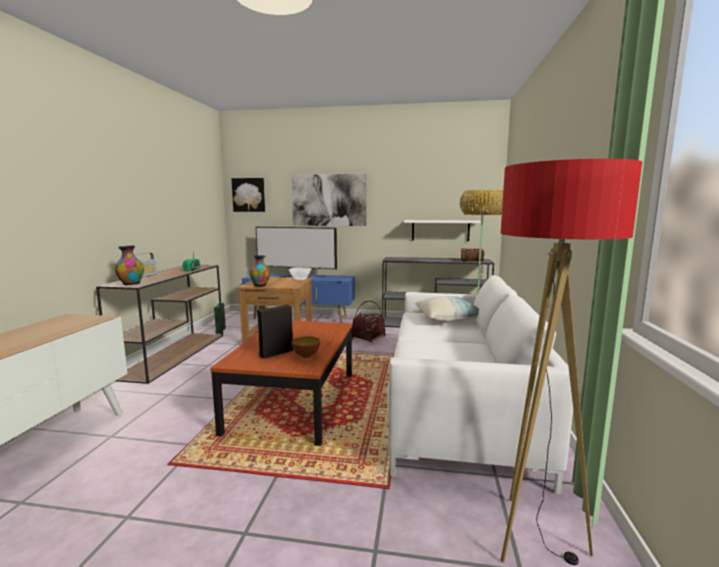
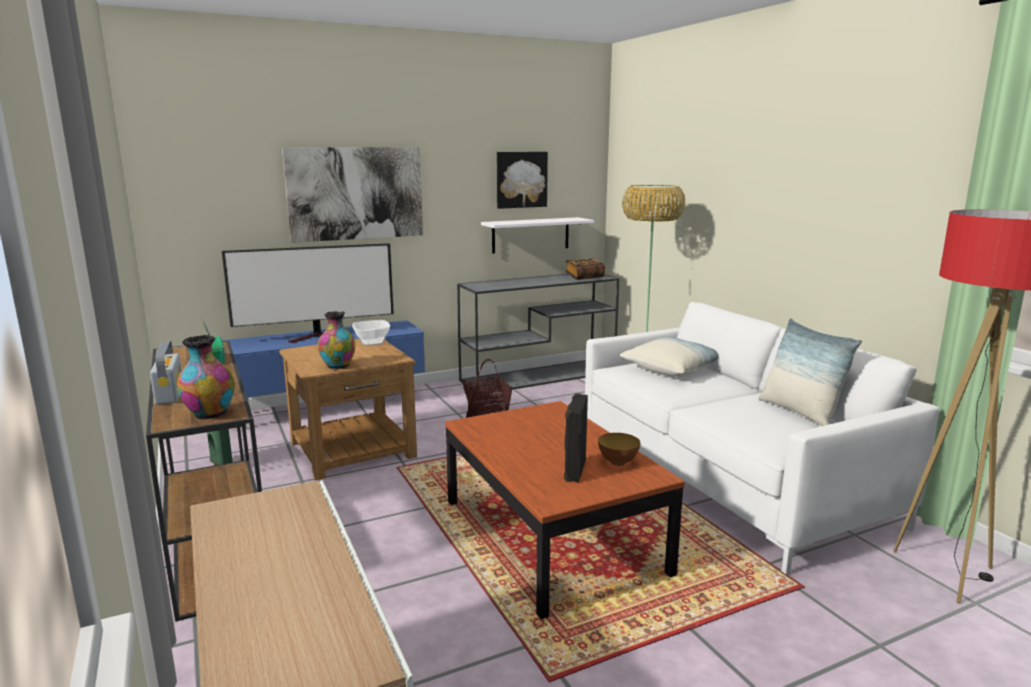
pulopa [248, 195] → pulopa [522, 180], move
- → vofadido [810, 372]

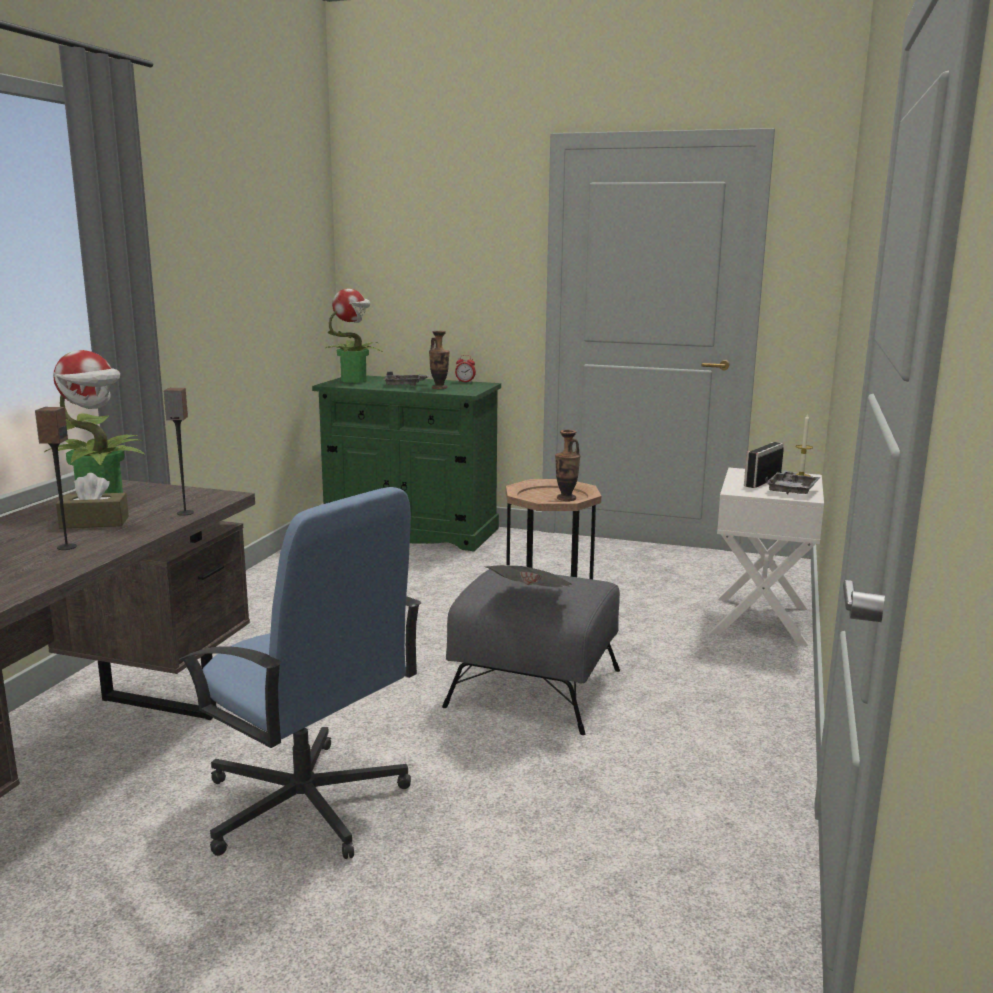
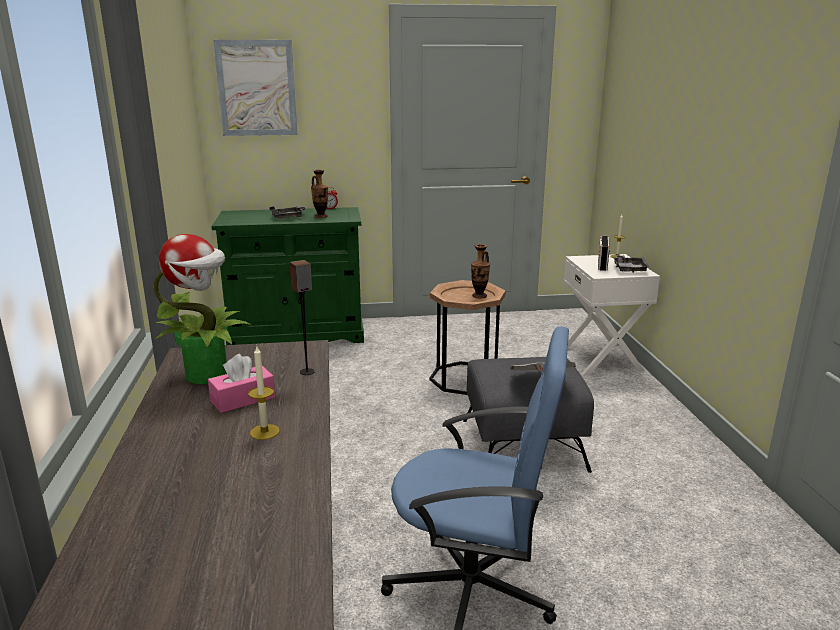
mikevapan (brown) [92, 501] → mikevapan (pink) [241, 383]
- → pulopa [255, 88]
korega [56, 478] → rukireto [264, 393]
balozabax [353, 336] → -

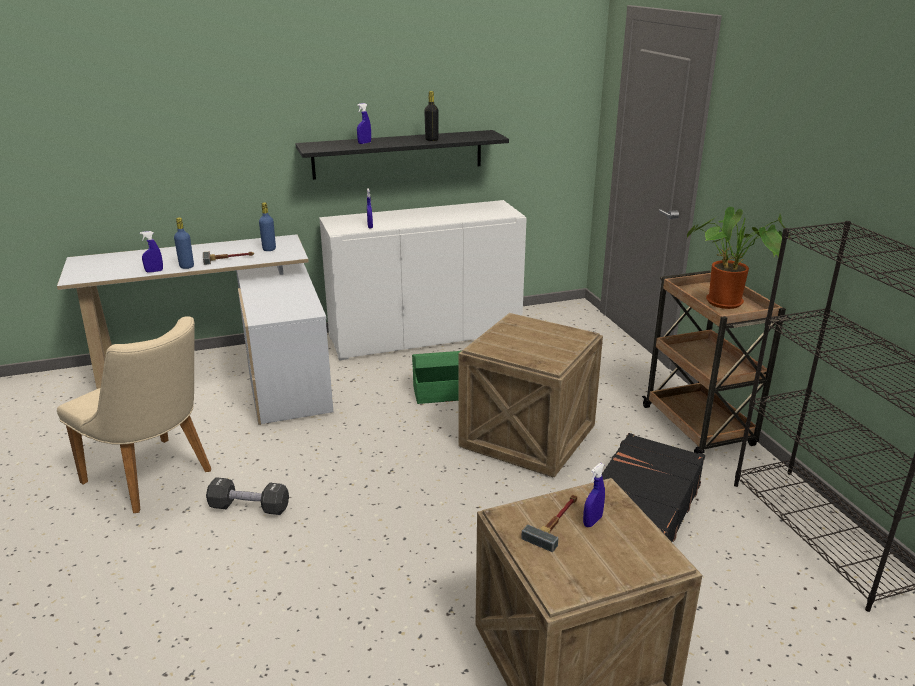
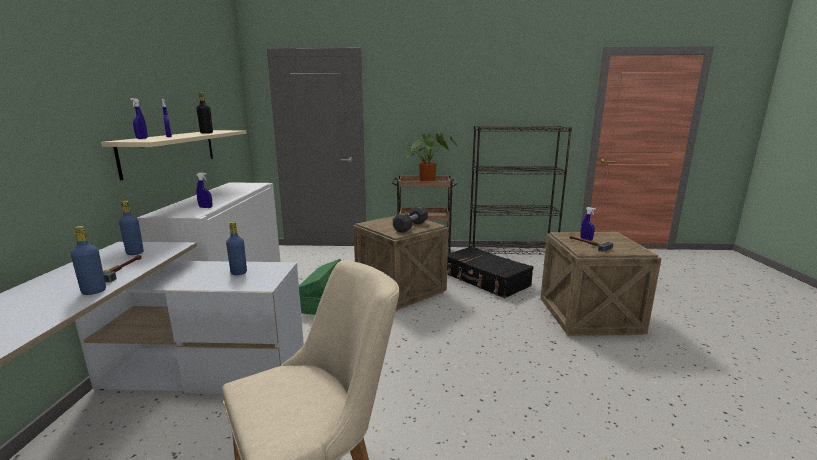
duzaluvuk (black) [402, 155] → duzaluvuk (beige) [174, 155]
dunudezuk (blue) [151, 252] → dunudezuk (blue) [139, 118], move
- → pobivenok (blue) [236, 248]
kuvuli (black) [247, 496] → kuvuli (black) [410, 219], move

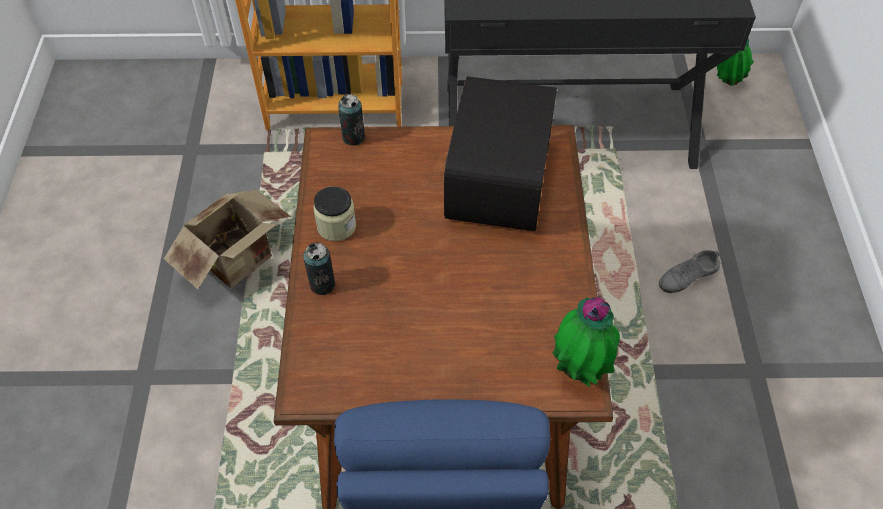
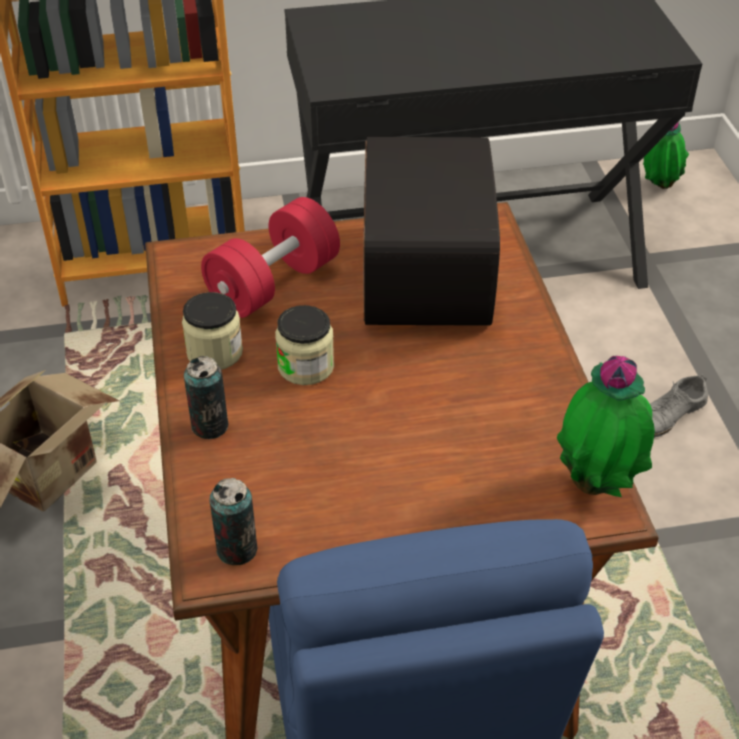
- → kuvuli (red) [270, 257]
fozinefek [351, 120] → fozinefek [233, 521], move
- → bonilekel [304, 345]

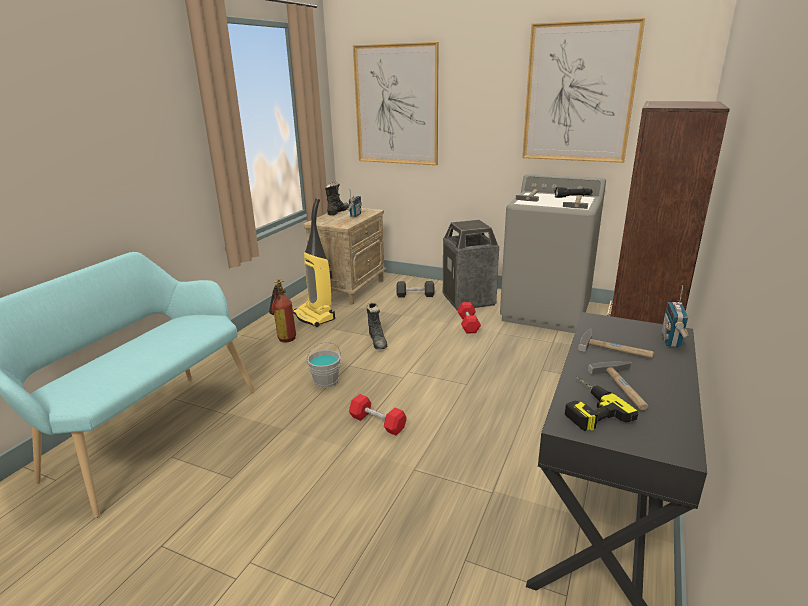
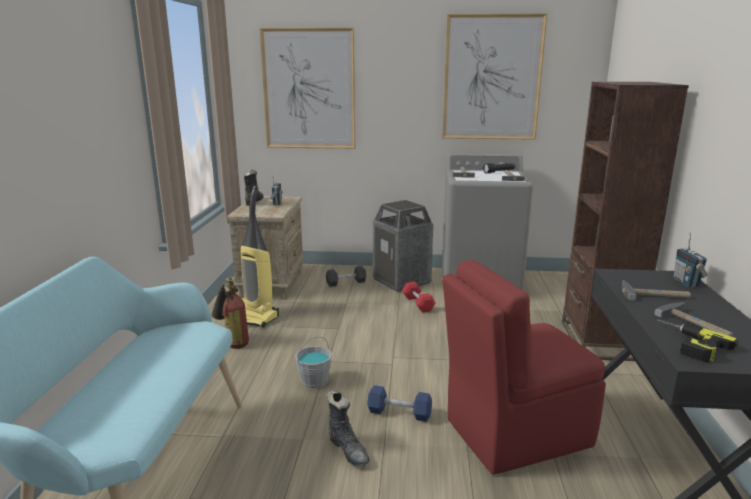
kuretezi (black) [377, 326] → kuretezi (black) [348, 428], move
kuvuli (red) [378, 415] → kuvuli (blue) [399, 403]
- → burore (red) [524, 367]

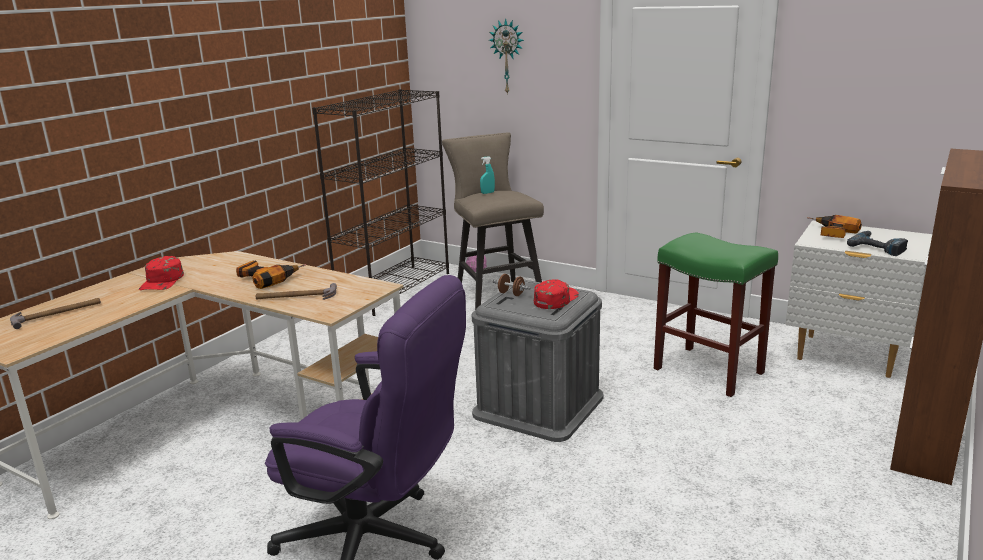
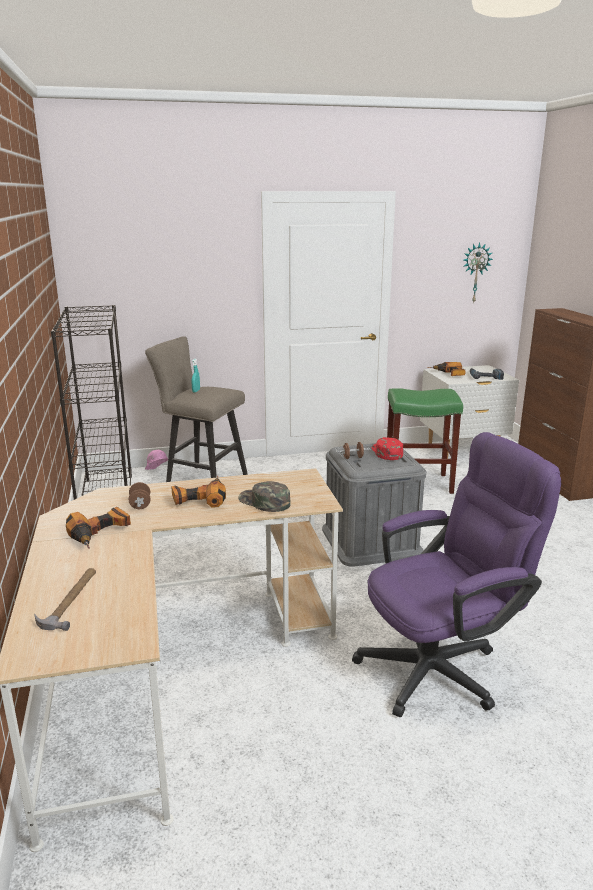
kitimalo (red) [161, 273] → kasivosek [98, 528]
- → kuvuli (brown) [140, 495]
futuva [296, 291] → kitimalo (green) [264, 496]
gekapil [506, 56] → gekapil [478, 273], move

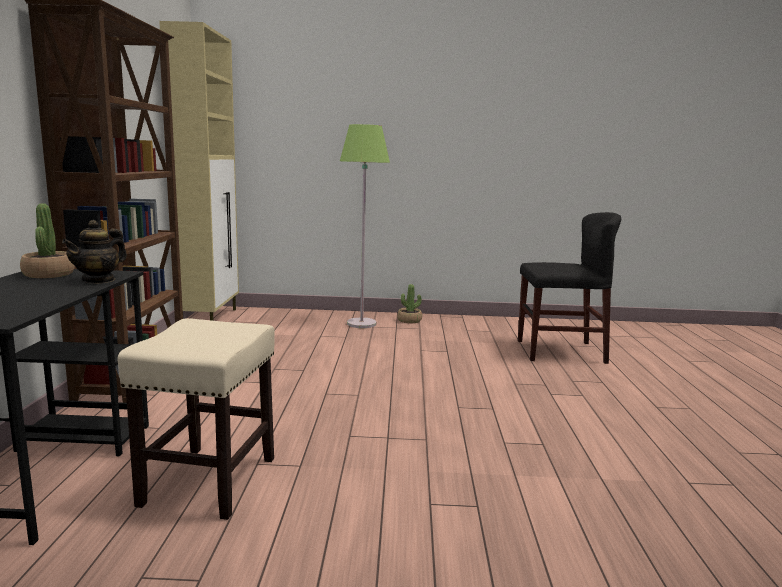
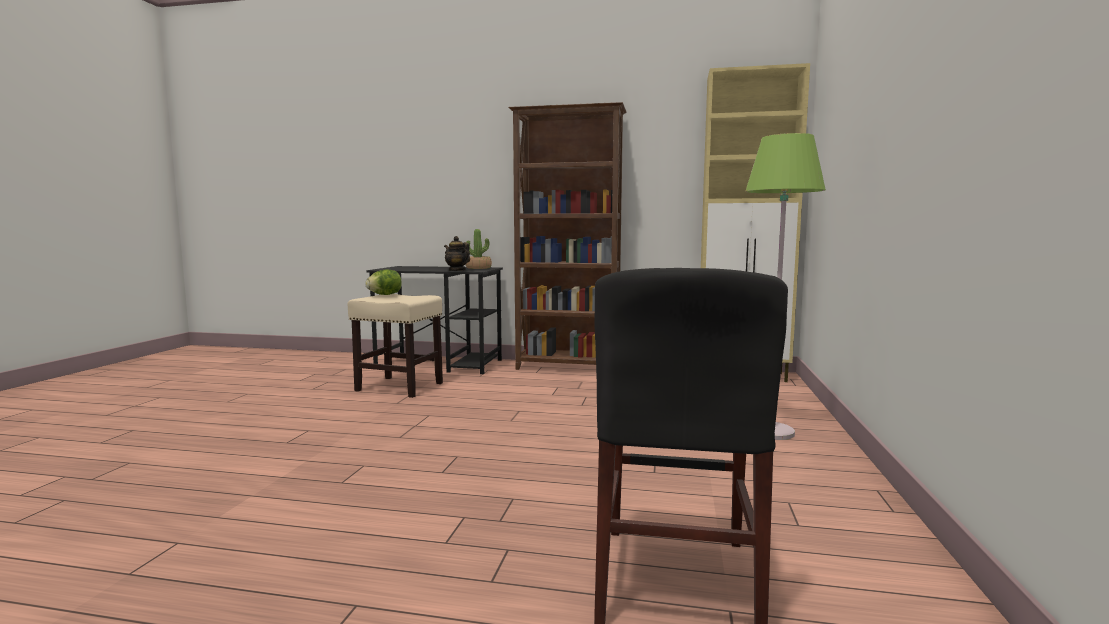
- → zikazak [383, 282]
balozabax [409, 303] → -

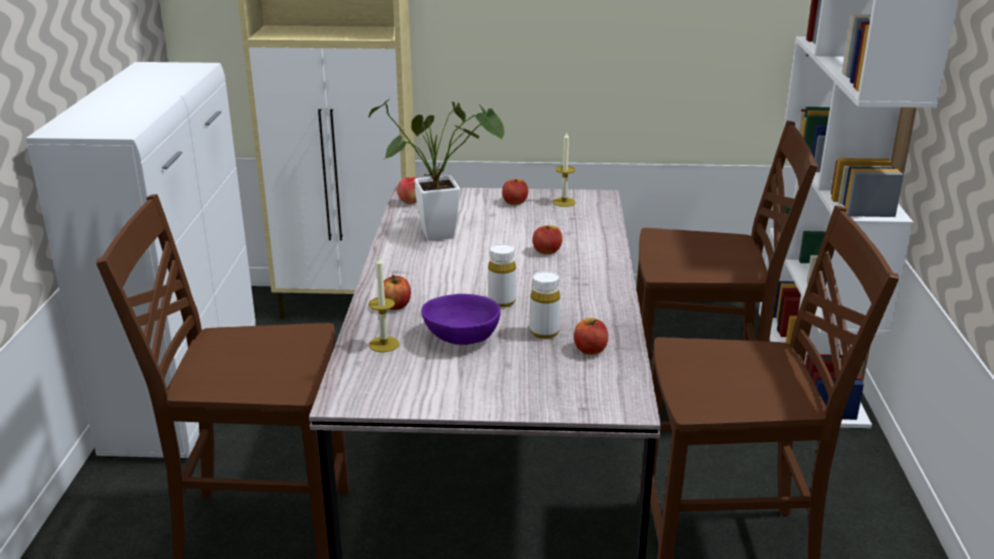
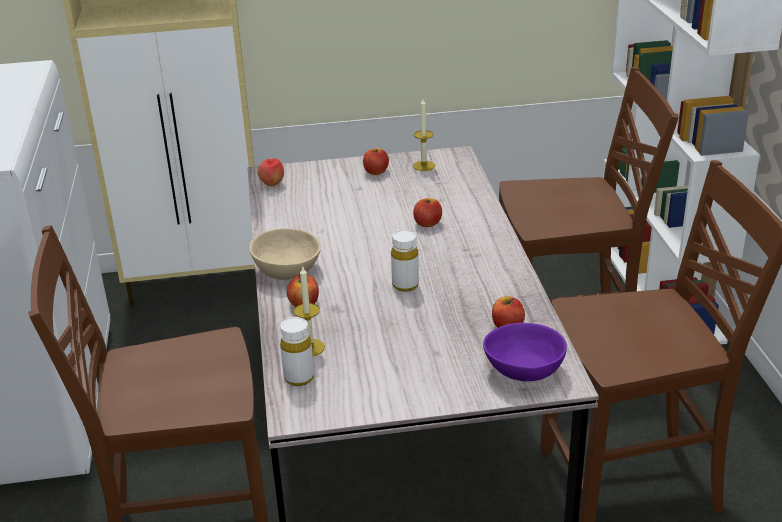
- → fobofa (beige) [285, 254]
pobivenok (white) [545, 305] → pobivenok (white) [297, 351], move
fobofa (purple) [461, 319] → fobofa (purple) [525, 352], move
balozabax [436, 170] → -

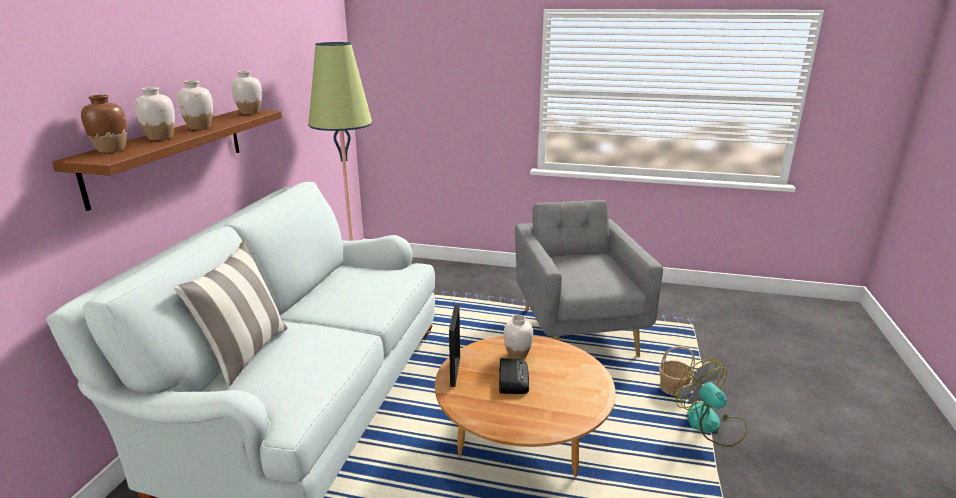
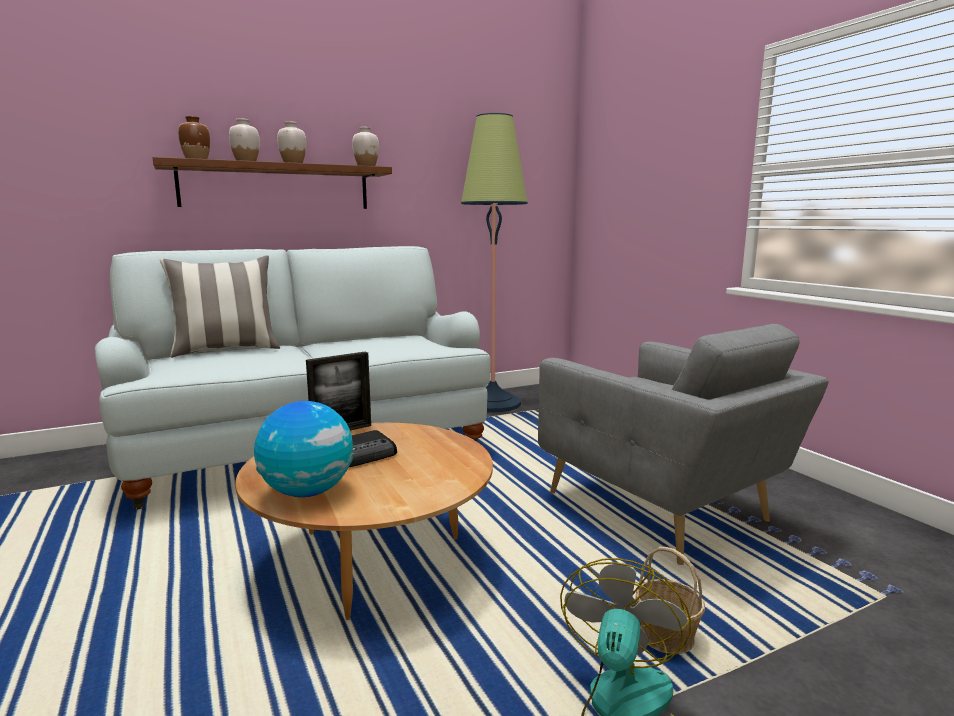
- → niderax [303, 449]
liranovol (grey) [589, 278] → liranovol (grey) [683, 444], 105 degrees clockwise
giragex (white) [518, 337] → -

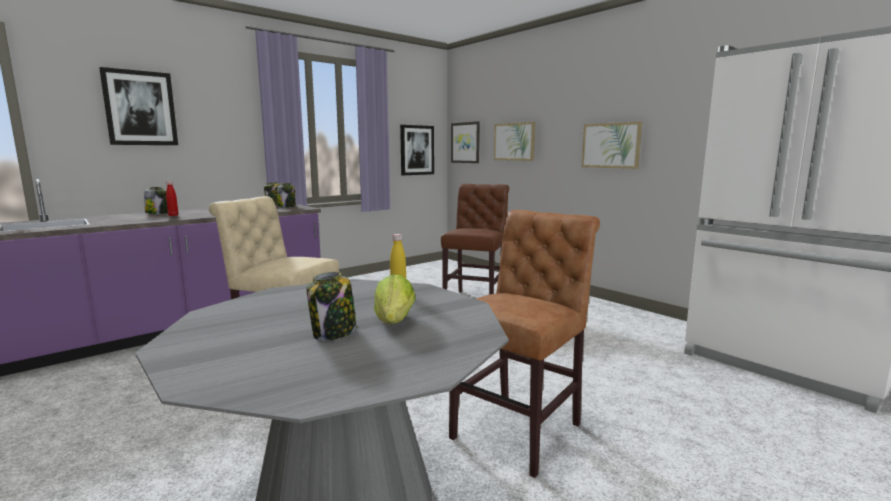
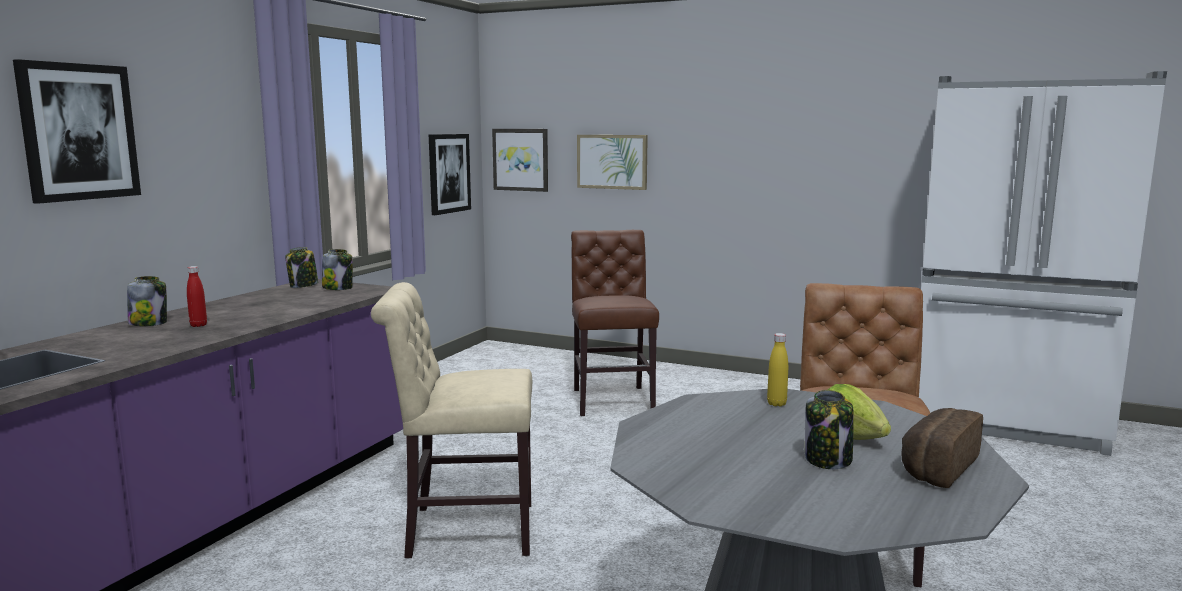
- → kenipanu [942, 448]
pulopa [612, 145] → -

